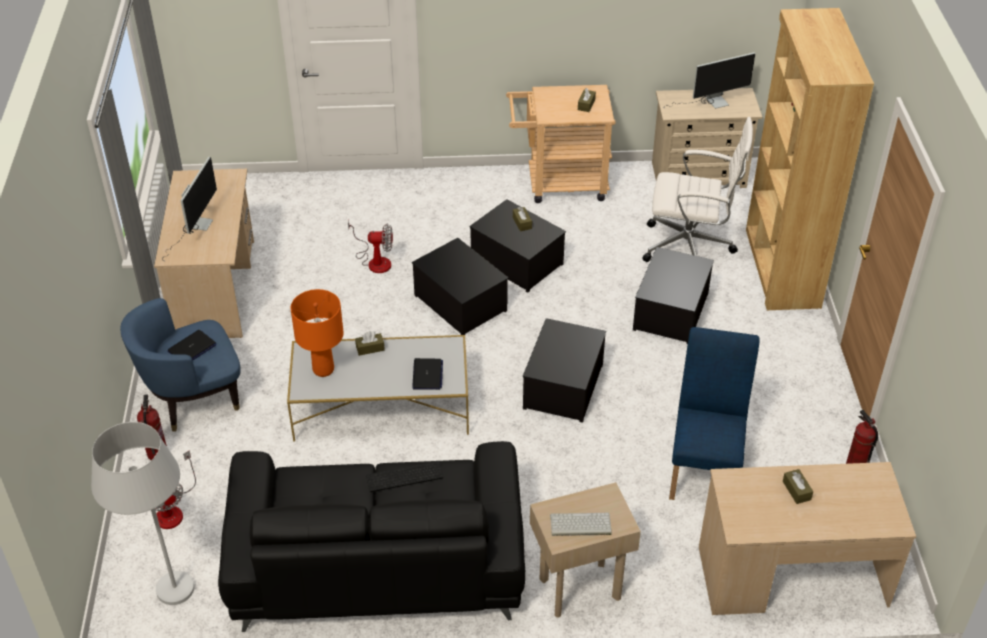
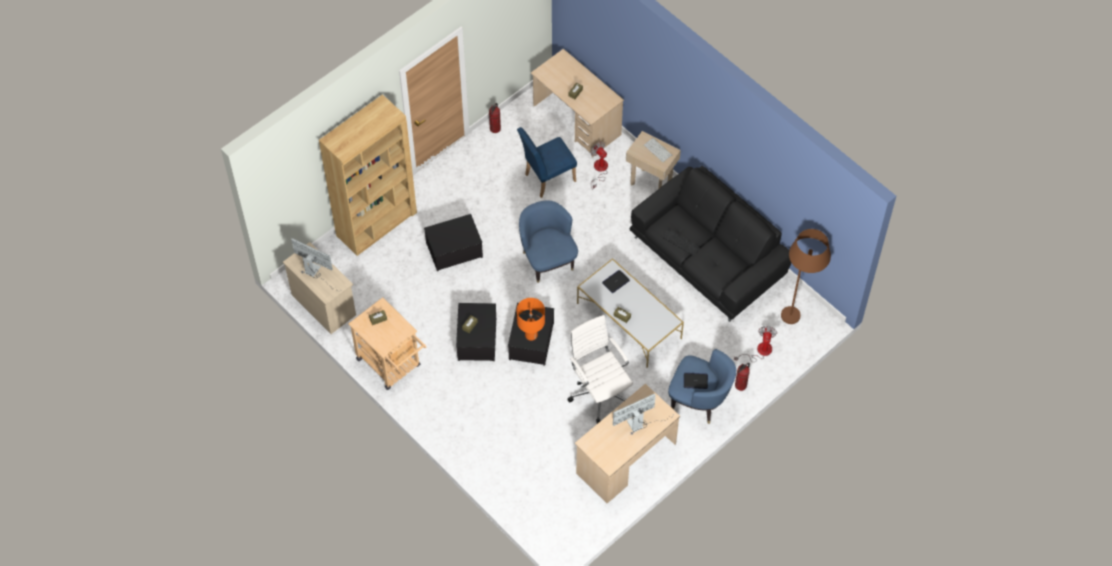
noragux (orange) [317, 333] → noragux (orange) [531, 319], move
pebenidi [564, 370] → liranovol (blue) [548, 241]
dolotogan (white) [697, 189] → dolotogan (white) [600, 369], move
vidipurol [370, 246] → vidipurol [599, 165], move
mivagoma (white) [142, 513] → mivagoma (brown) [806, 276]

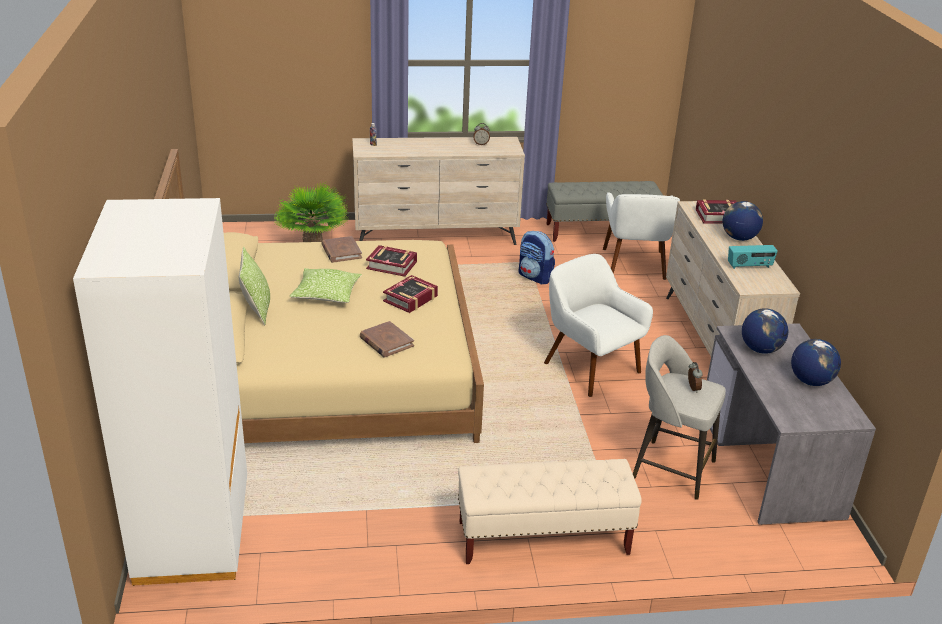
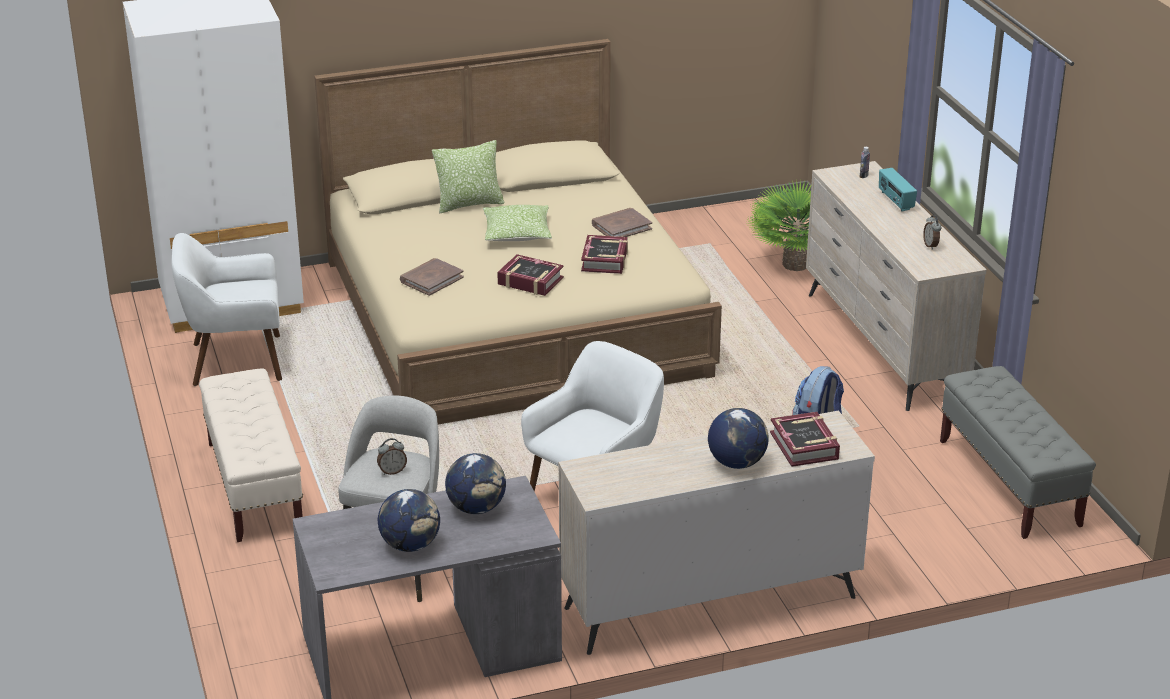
liranovol (white) [641, 236] → liranovol (white) [226, 309], move
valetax [753, 257] → valetax [898, 189], move

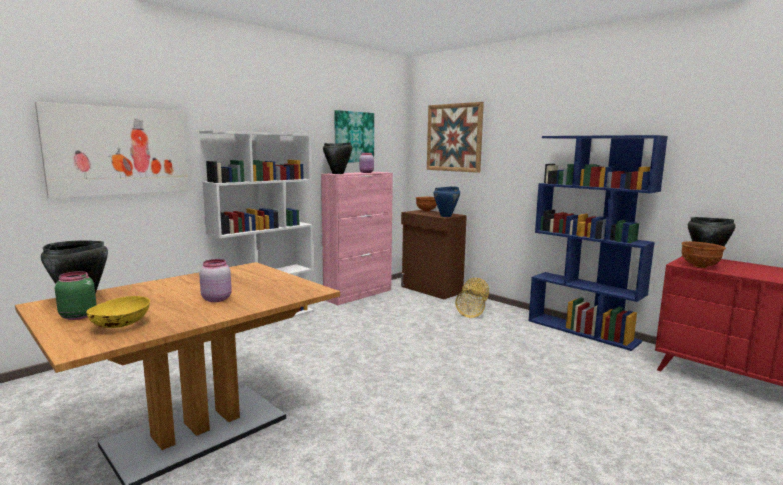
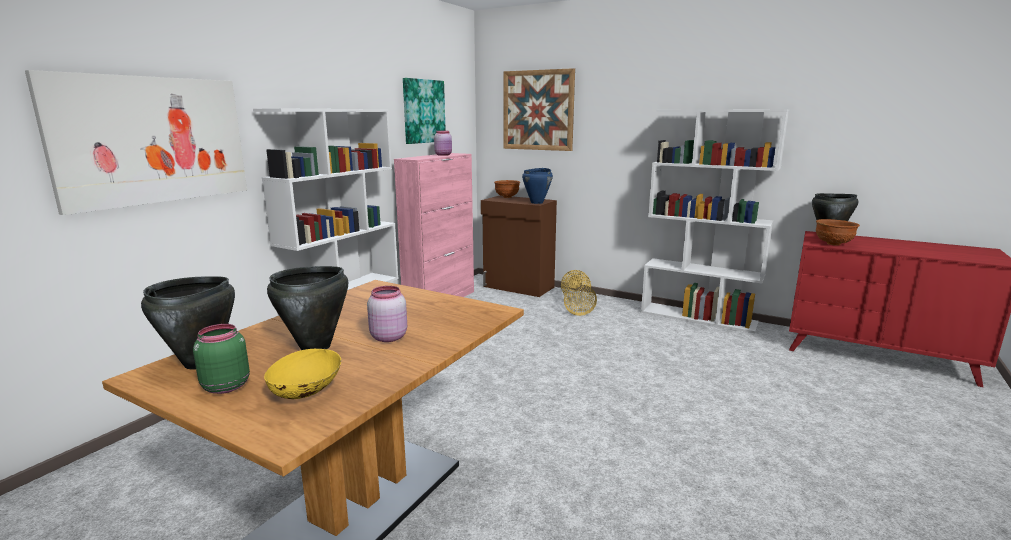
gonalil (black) [337, 158] → gonalil (black) [307, 308], move
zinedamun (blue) [598, 243] → zinedamun (white) [715, 221]

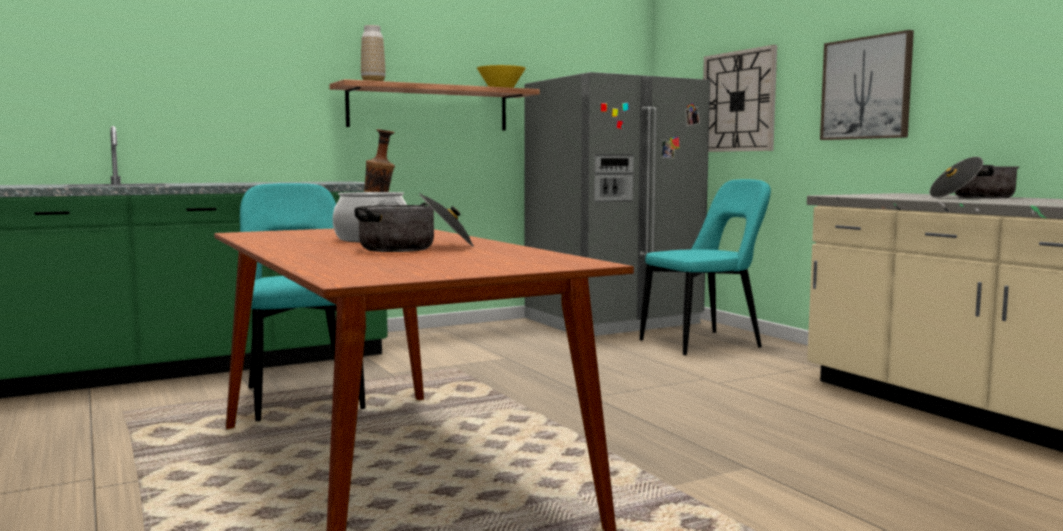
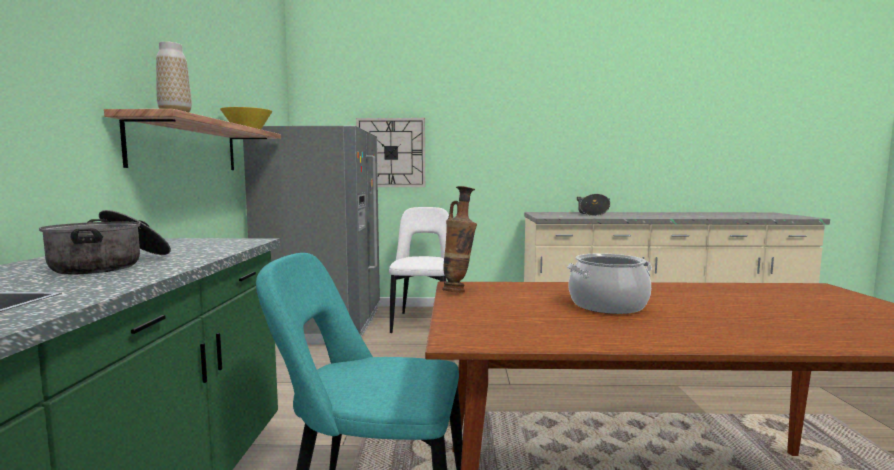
gonalil [414, 223] → gonalil [105, 242], move
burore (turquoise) [705, 267] → burore (white) [419, 270]
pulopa [867, 85] → -

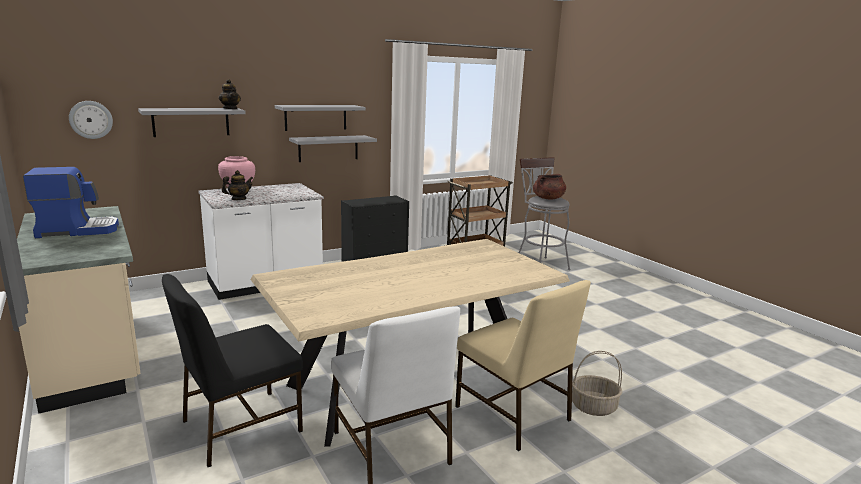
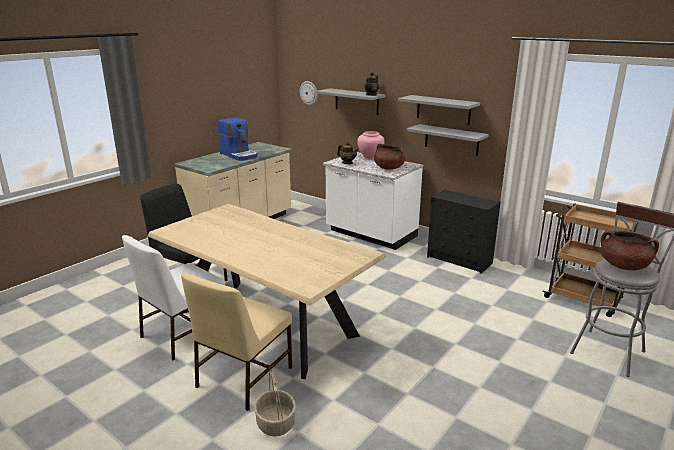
- → gonalil (brown) [389, 156]

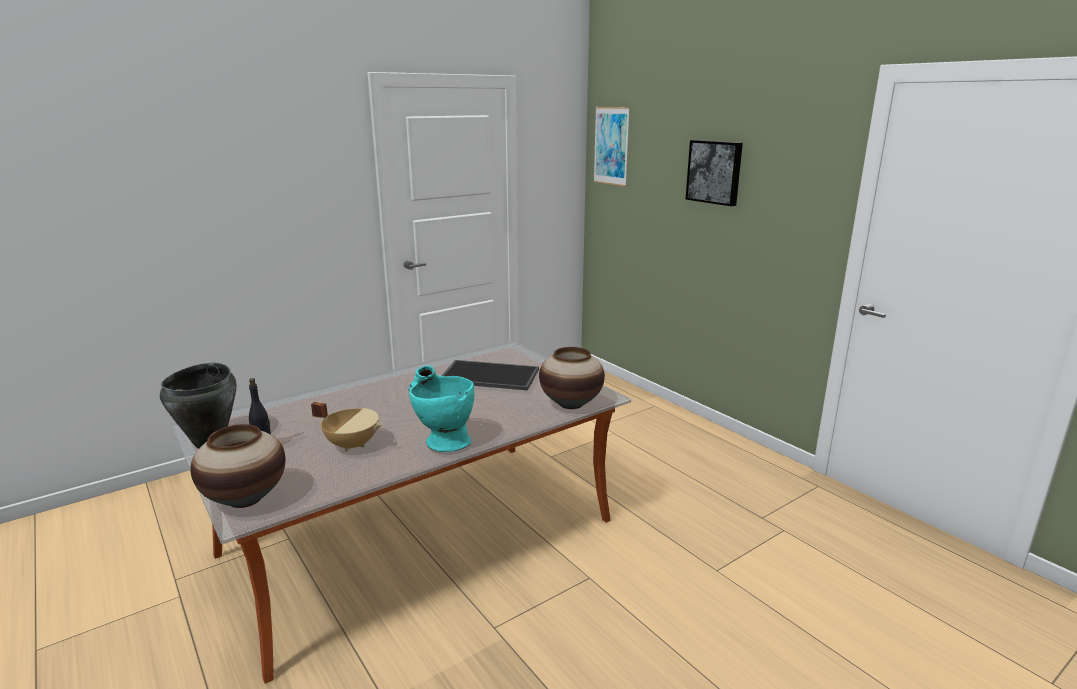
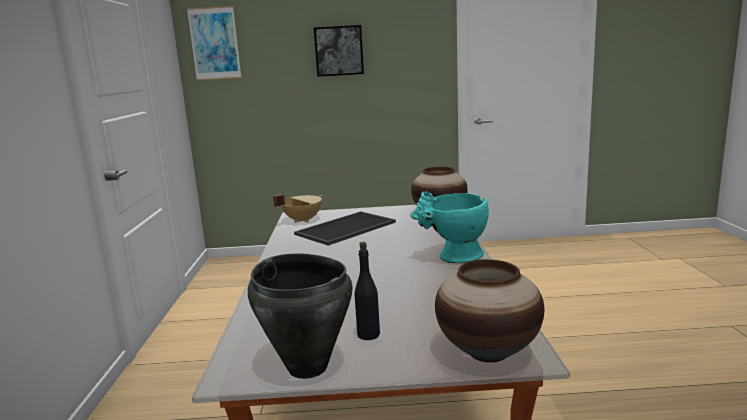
gonalil (beige) [346, 427] → gonalil (beige) [298, 208], move

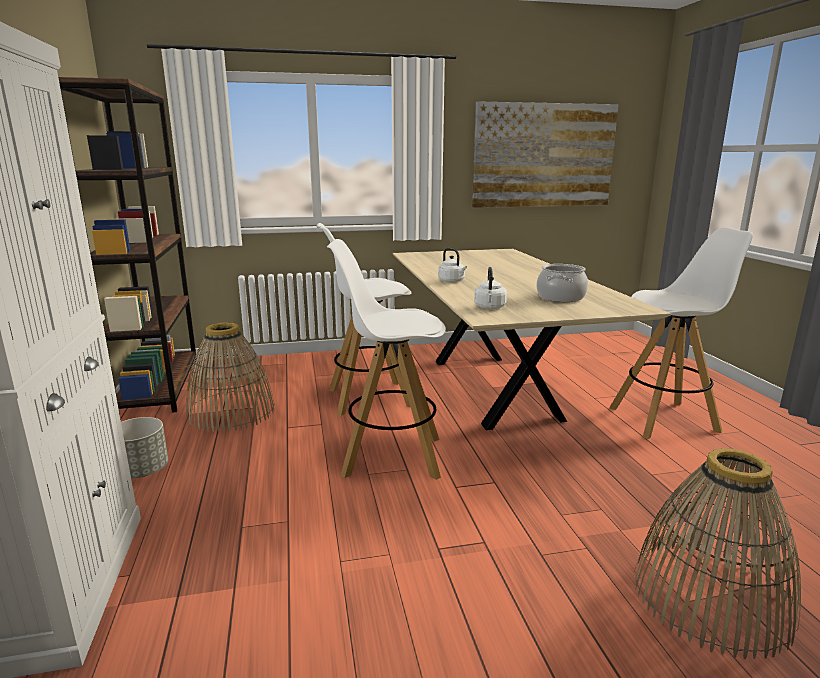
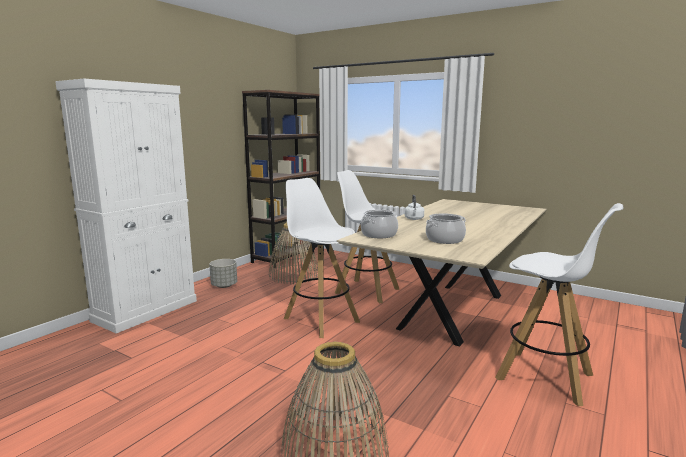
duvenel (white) [490, 288] → gonalil [379, 224]
pulopa [545, 154] → -

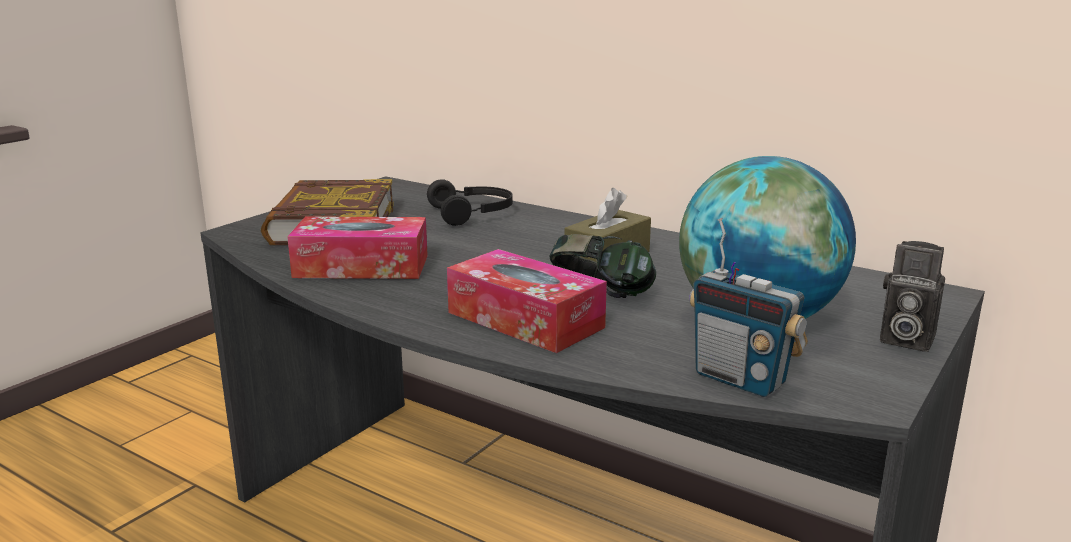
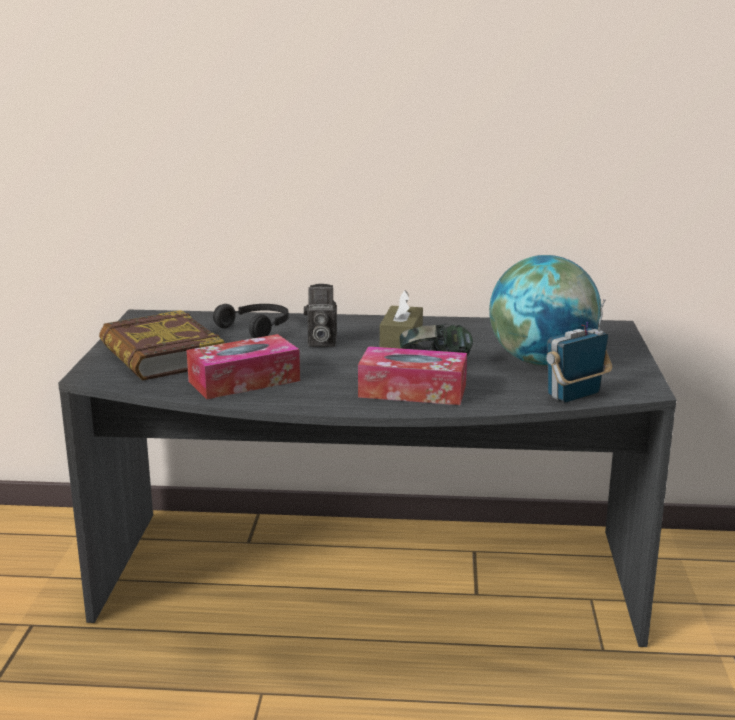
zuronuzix [912, 296] → zuronuzix [320, 315], move
valetax [748, 307] → valetax [579, 351], 135 degrees clockwise

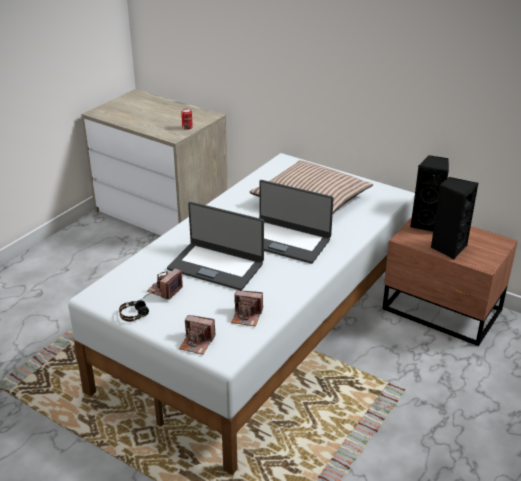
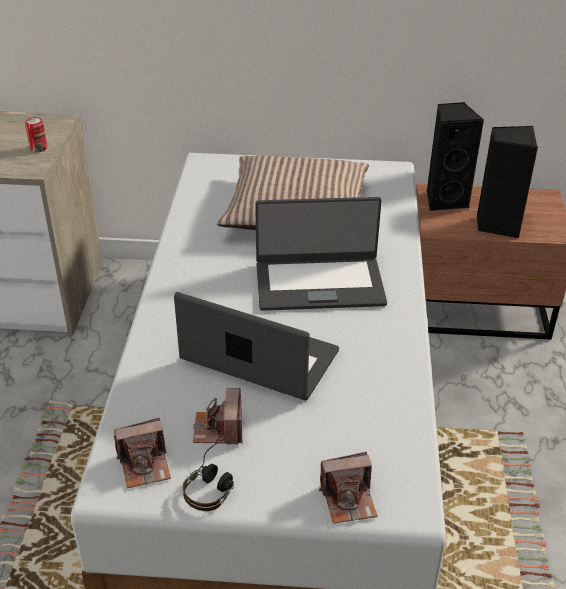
zuronuzix [247, 308] → zuronuzix [142, 453], move
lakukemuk [215, 246] → lakukemuk [256, 346], 150 degrees counterclockwise

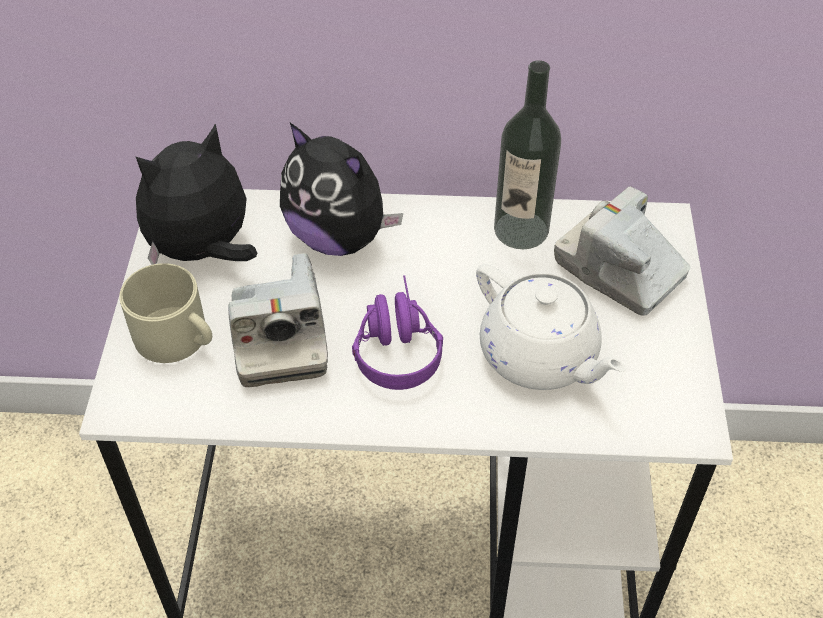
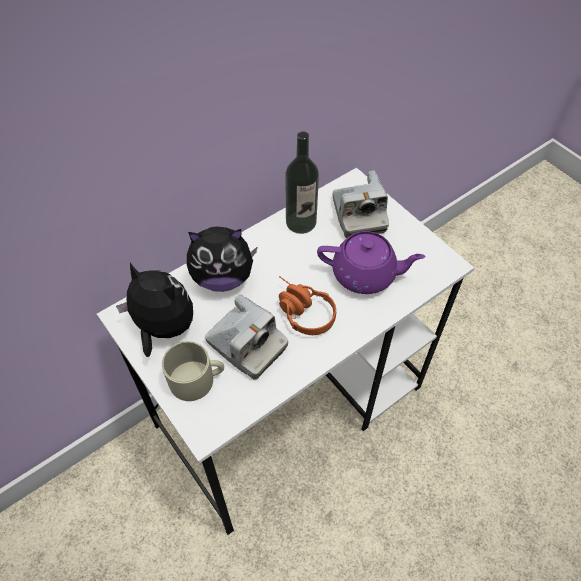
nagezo [196, 194] → nagezo [154, 310], 105 degrees clockwise
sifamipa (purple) [397, 332] → sifamipa (orange) [307, 305]
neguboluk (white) [551, 327] → neguboluk (purple) [371, 262]
zuronuzix [622, 251] → zuronuzix [361, 204], 105 degrees counterclockwise

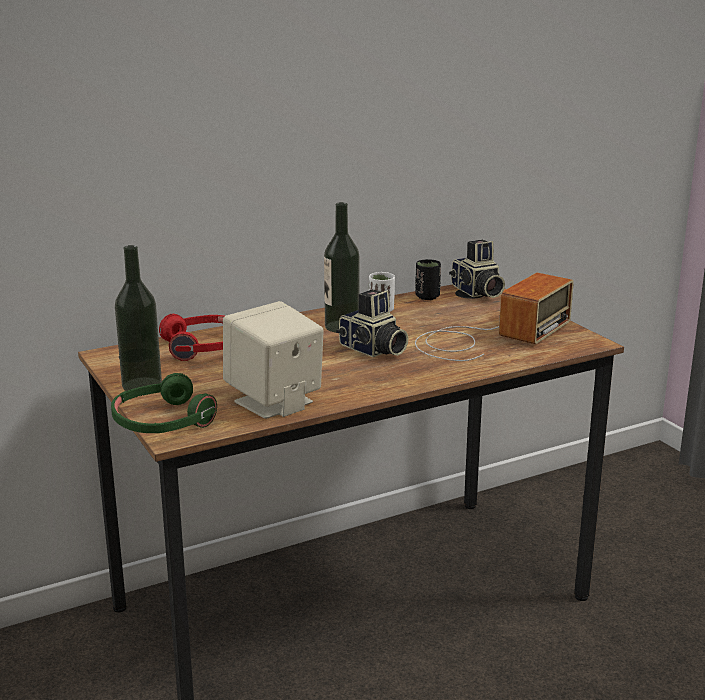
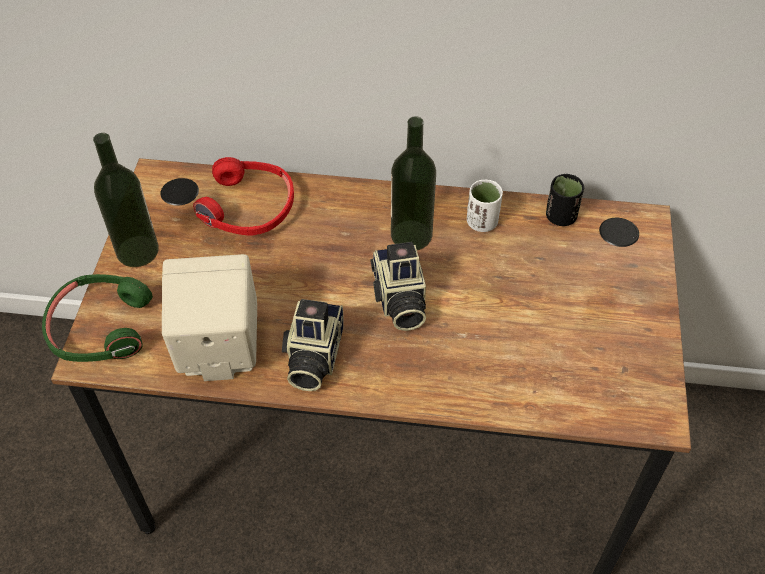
zuronuzix [477, 269] → zuronuzix [313, 345], move
valetax [494, 317] → -

